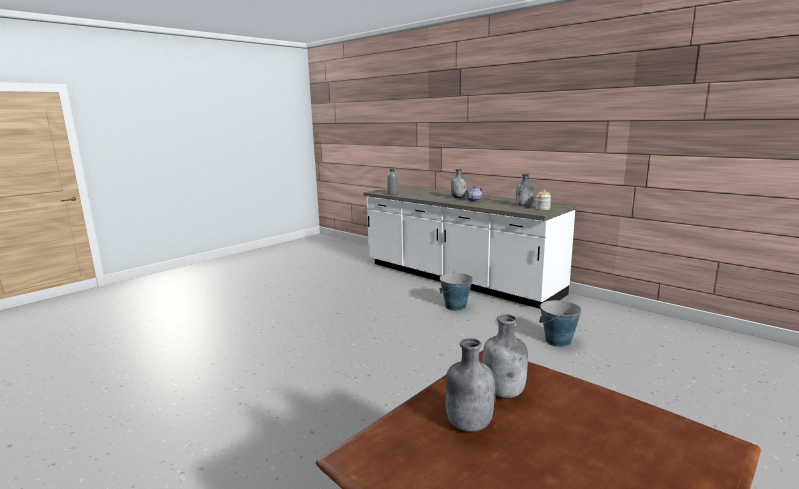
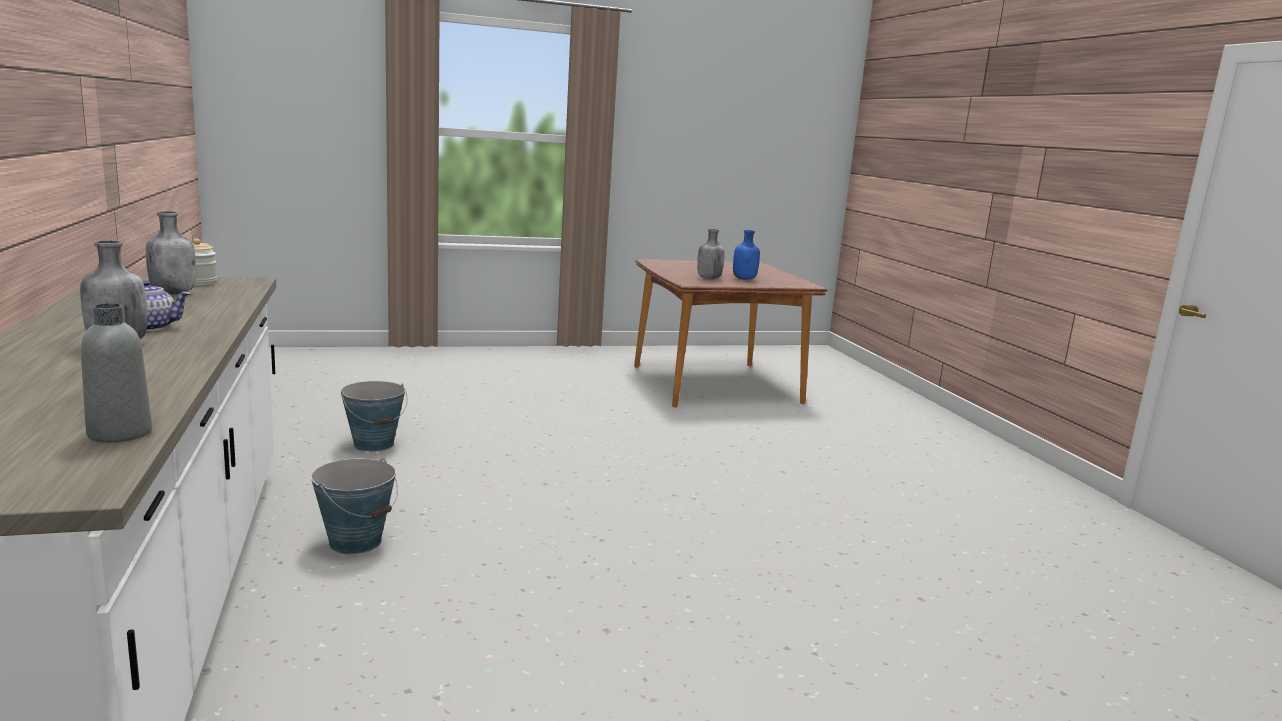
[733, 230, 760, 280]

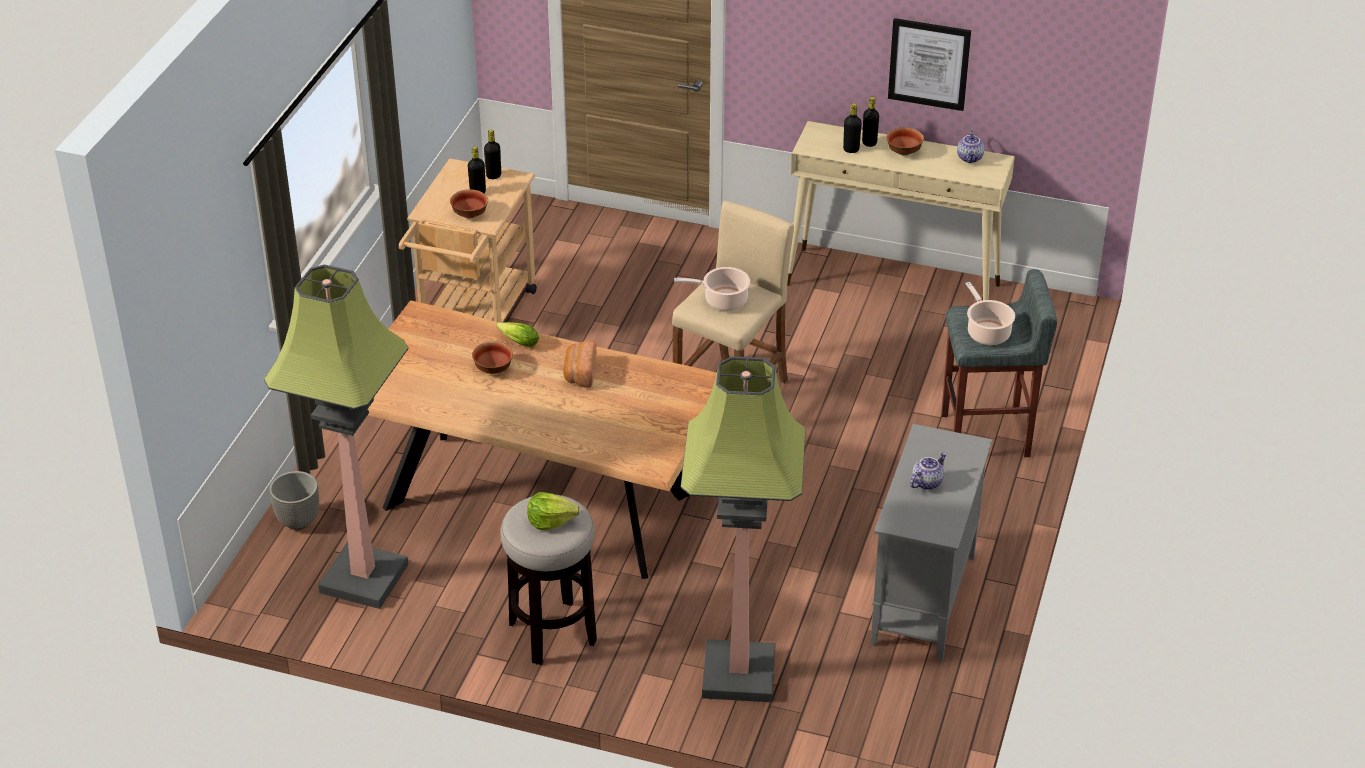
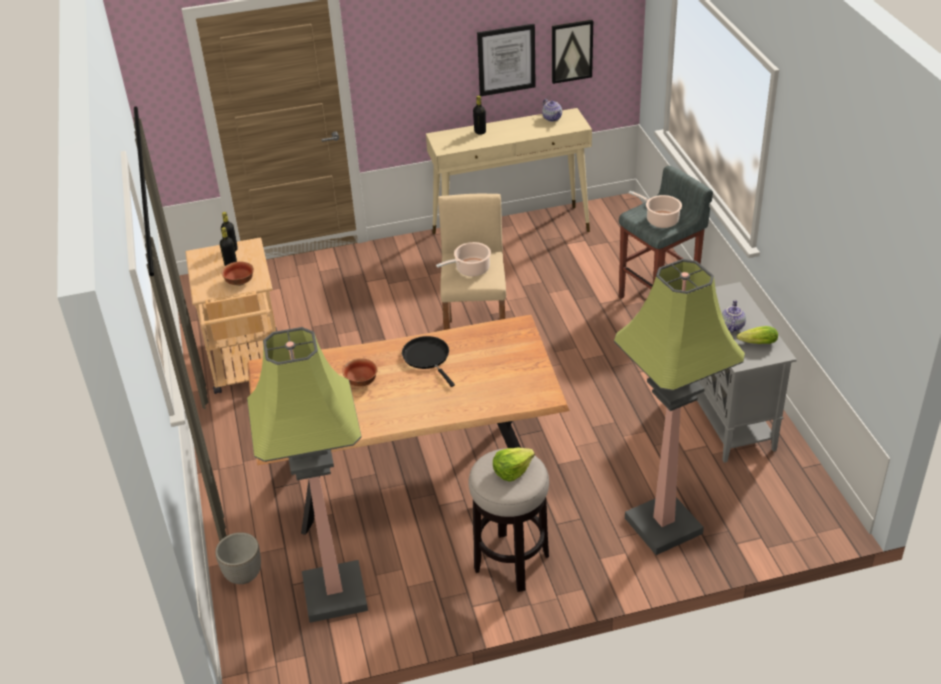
[843, 103, 862, 153] (first image)
[886, 127, 924, 156] (first image)
[737, 326, 778, 344]
[402, 336, 455, 387]
[552, 20, 593, 84]

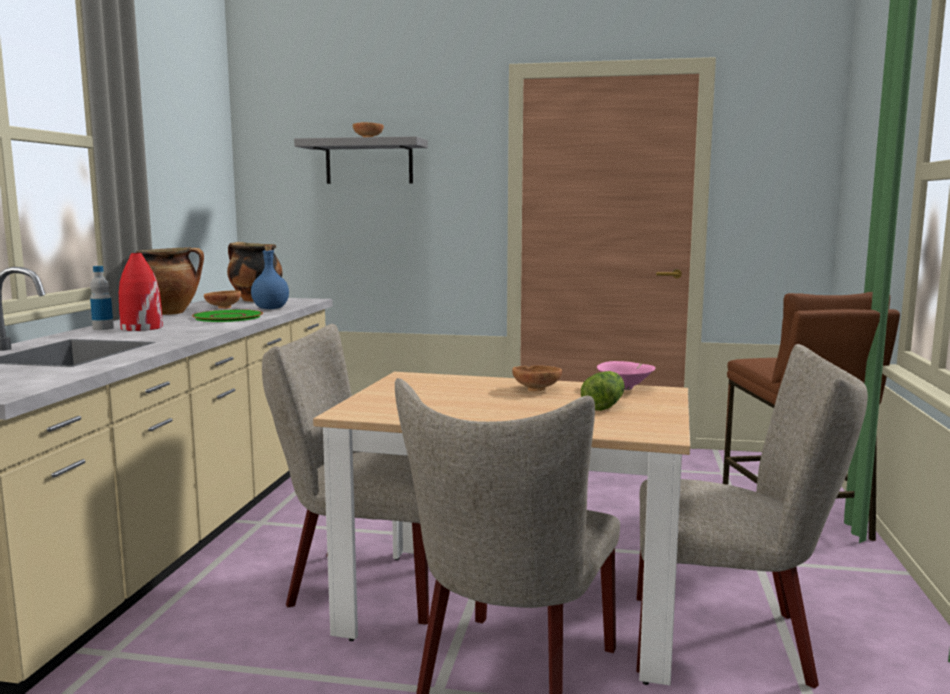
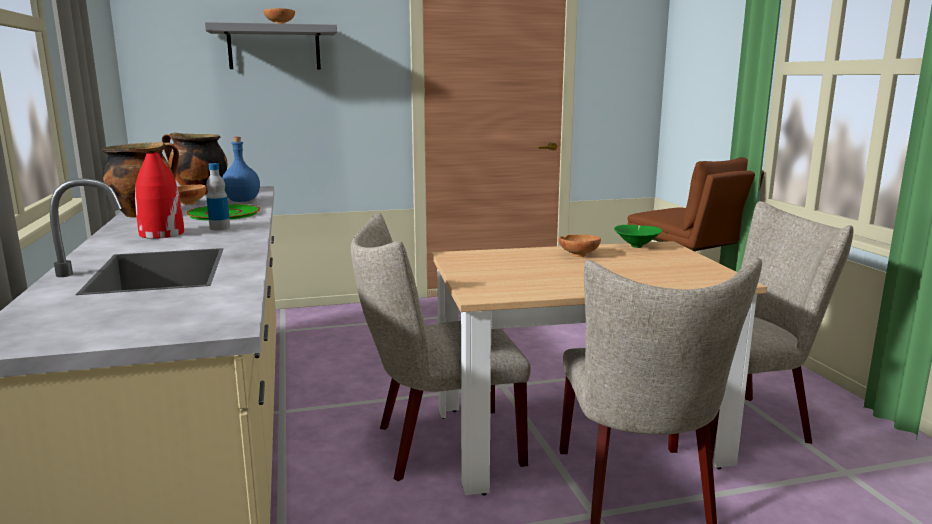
[206, 163, 230, 230]
[614, 225, 662, 248]
[581, 371, 625, 411] (first image)

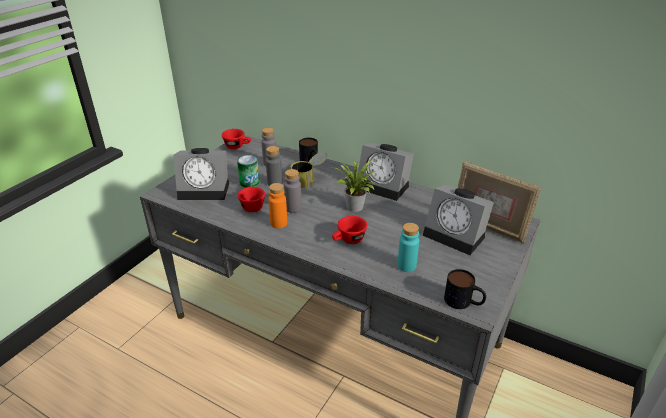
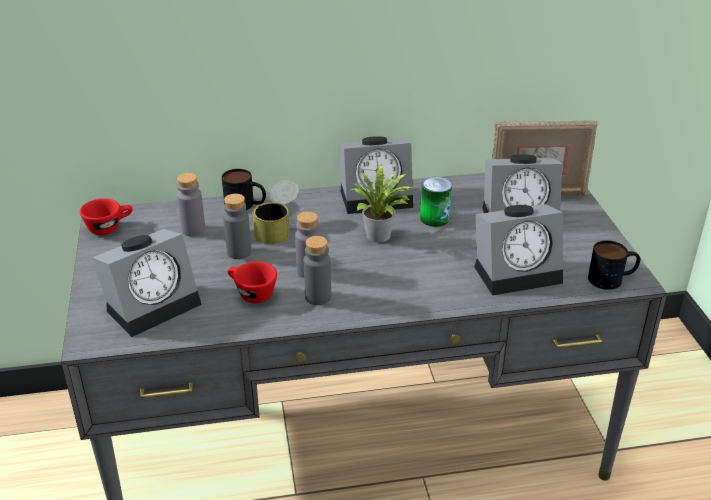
[420, 177, 452, 227]
[304, 236, 331, 305]
[332, 216, 367, 244] (first image)
[474, 204, 563, 295]

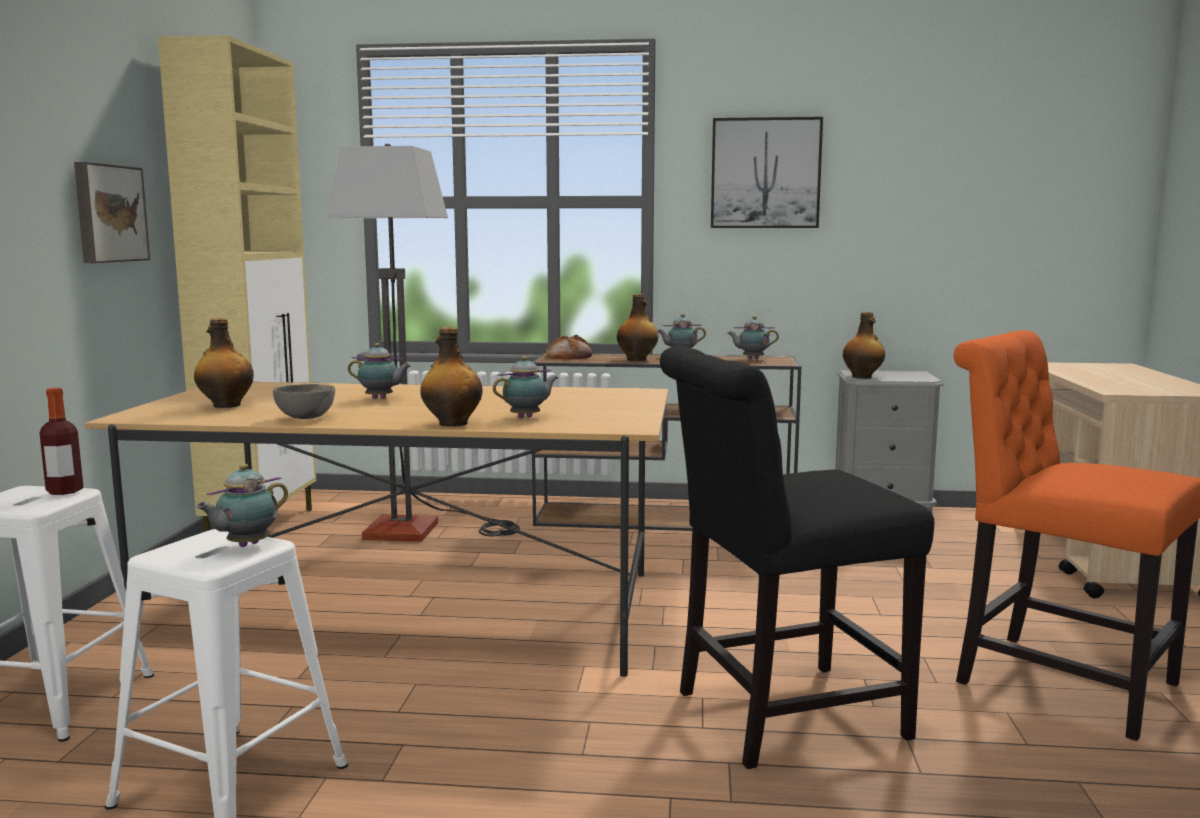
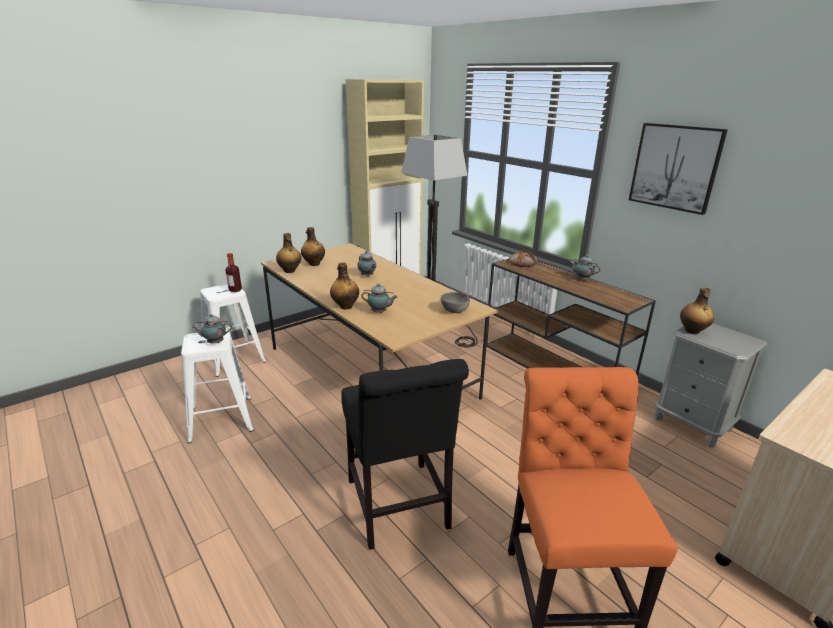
[74, 162, 150, 263] (first image)
[276, 233, 301, 273]
[727, 316, 779, 359] (first image)
[341, 359, 469, 550]
[441, 292, 470, 313]

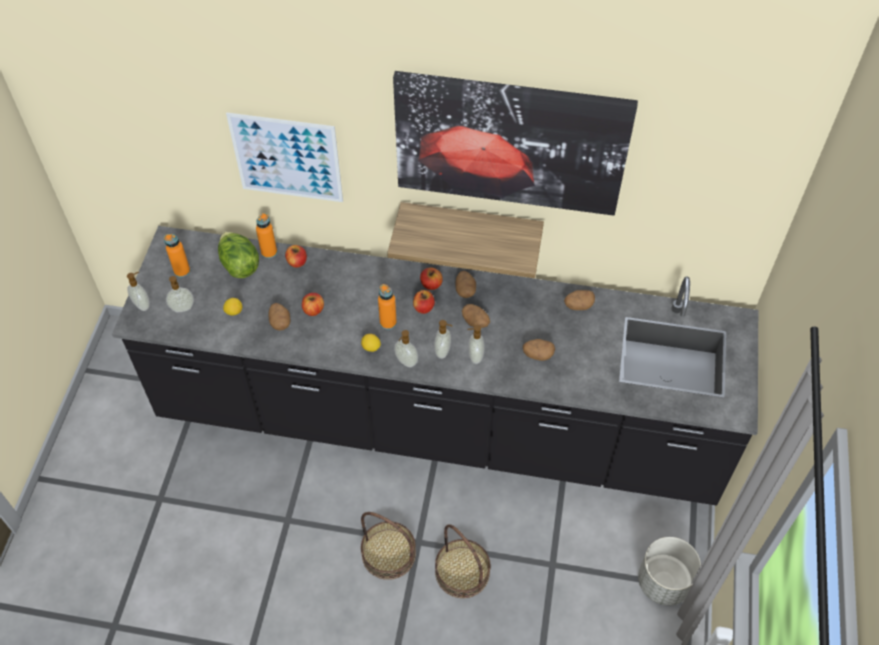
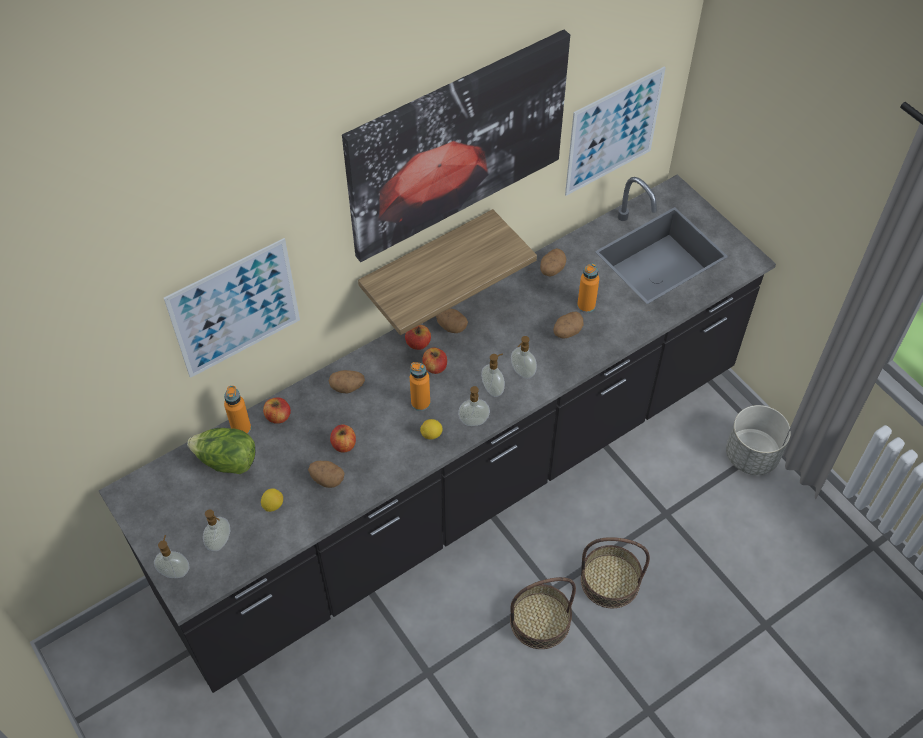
[577, 263, 599, 313]
[329, 370, 365, 393]
[565, 66, 666, 196]

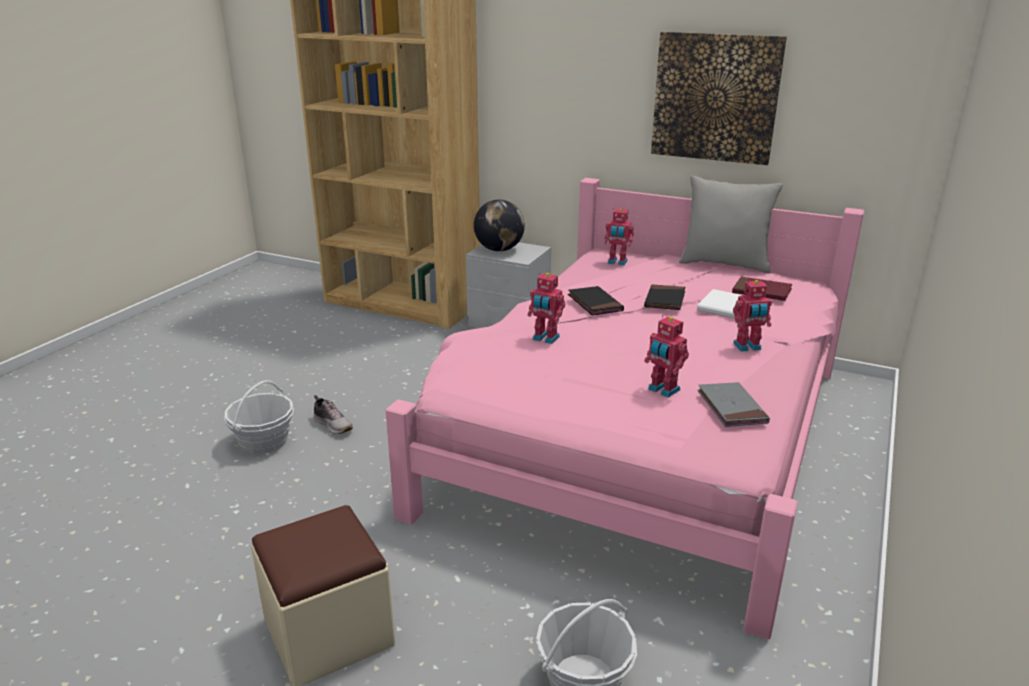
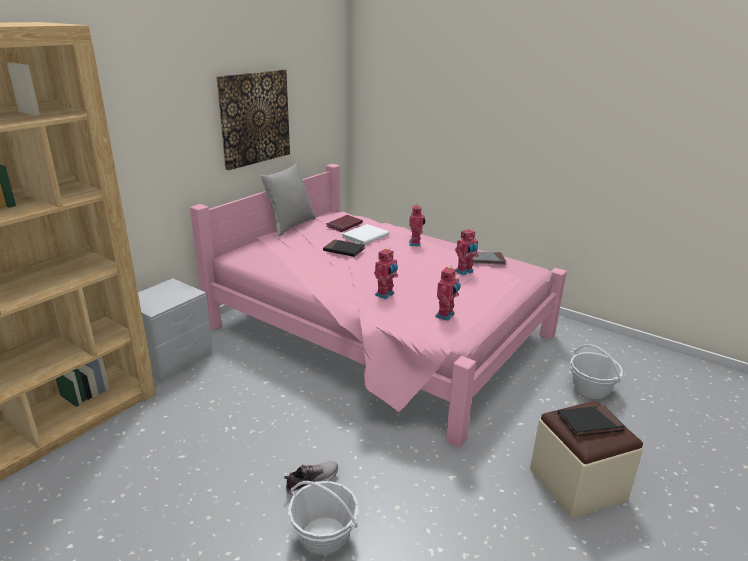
[474, 200, 525, 251] (first image)
[435, 266, 461, 321]
[558, 405, 625, 436]

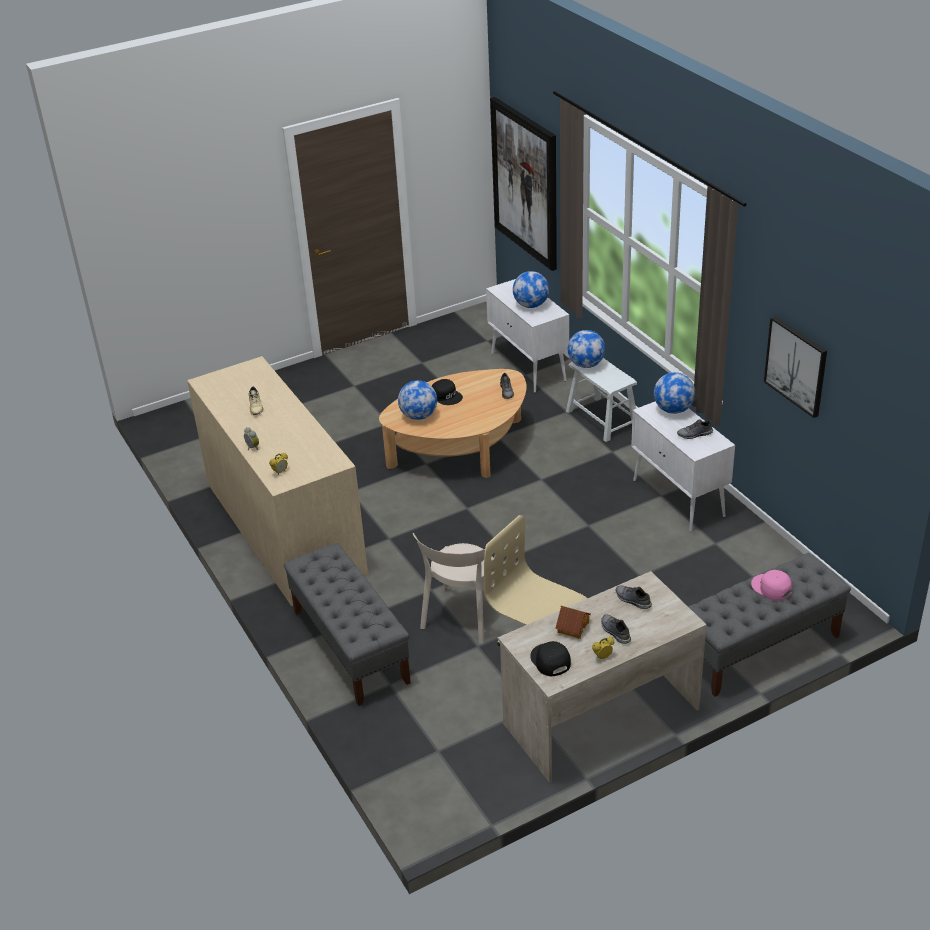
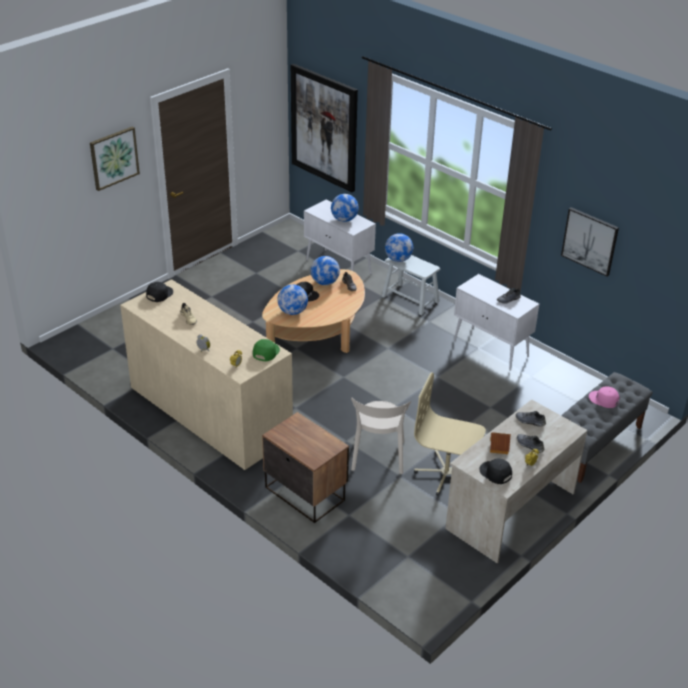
[311, 256, 340, 285]
[262, 412, 349, 523]
[90, 127, 140, 191]
[146, 282, 173, 302]
[253, 339, 280, 361]

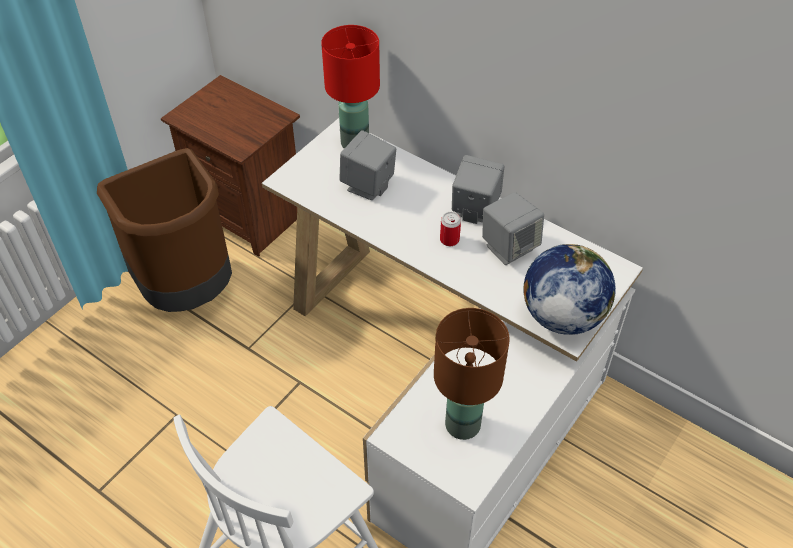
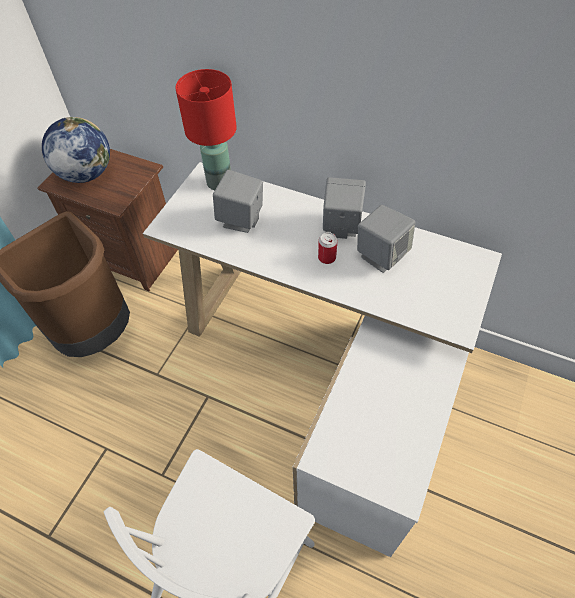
[42, 117, 110, 183]
[434, 308, 510, 440] (first image)

